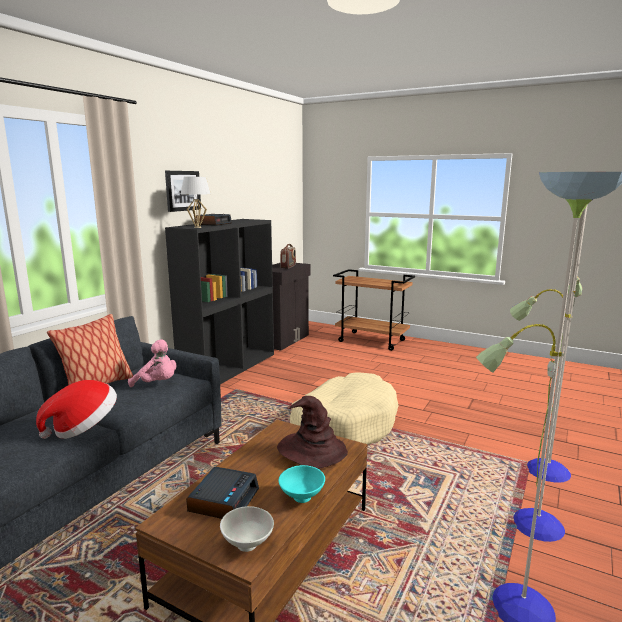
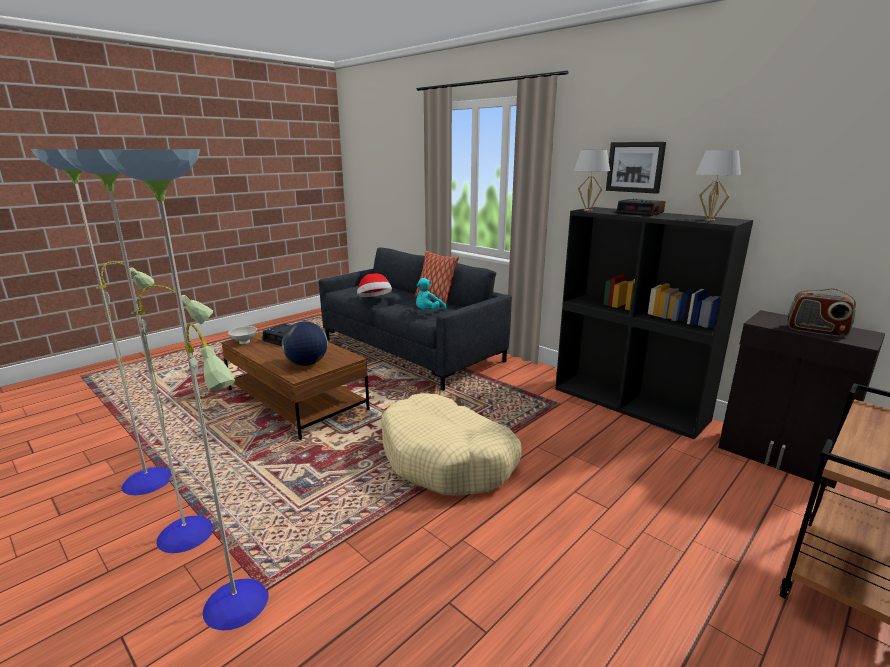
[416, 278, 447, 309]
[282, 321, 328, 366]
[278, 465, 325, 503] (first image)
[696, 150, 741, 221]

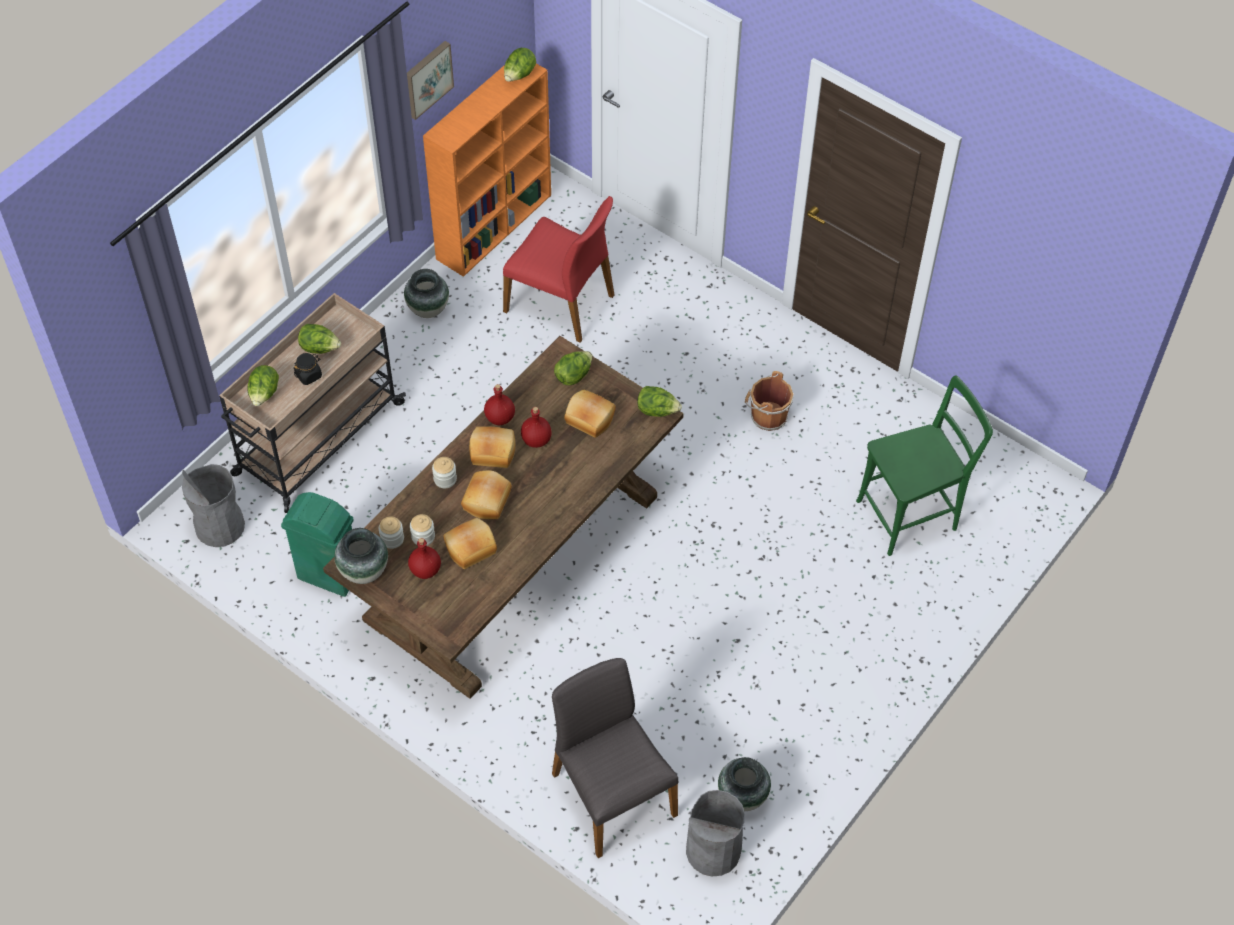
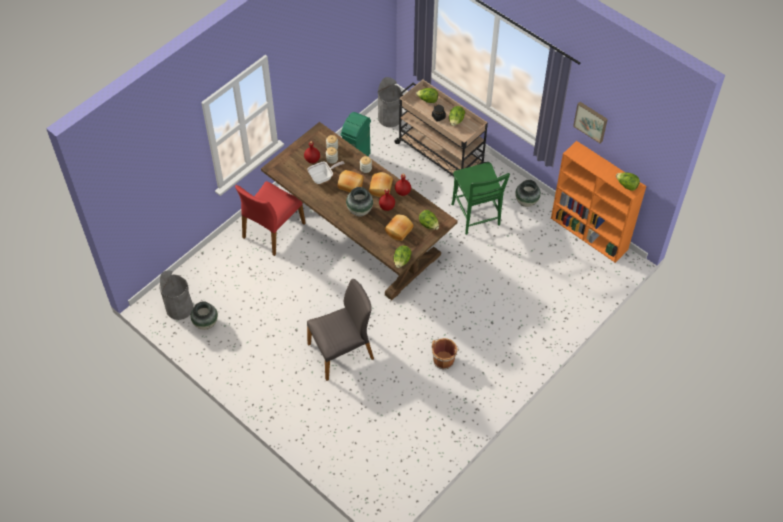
[235, 181, 306, 256]
[451, 162, 510, 235]
[307, 161, 344, 184]
[346, 187, 373, 216]
[307, 279, 374, 381]

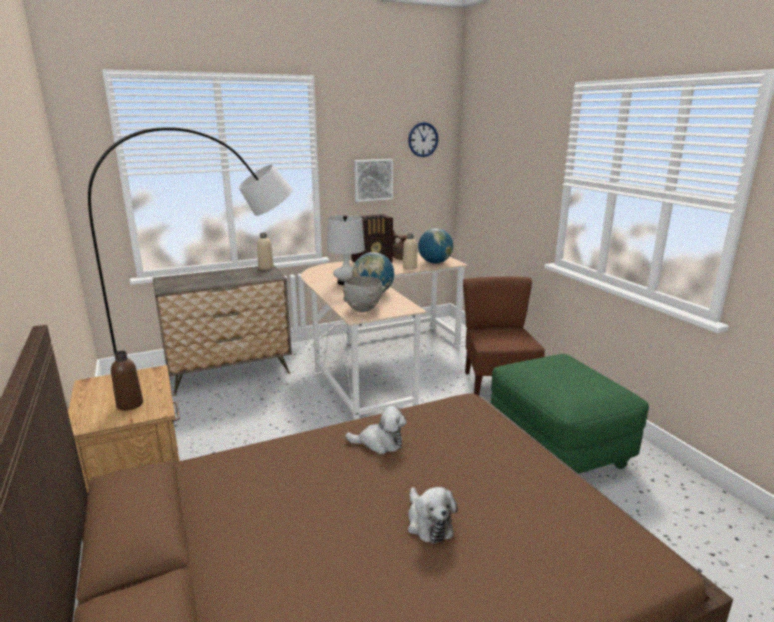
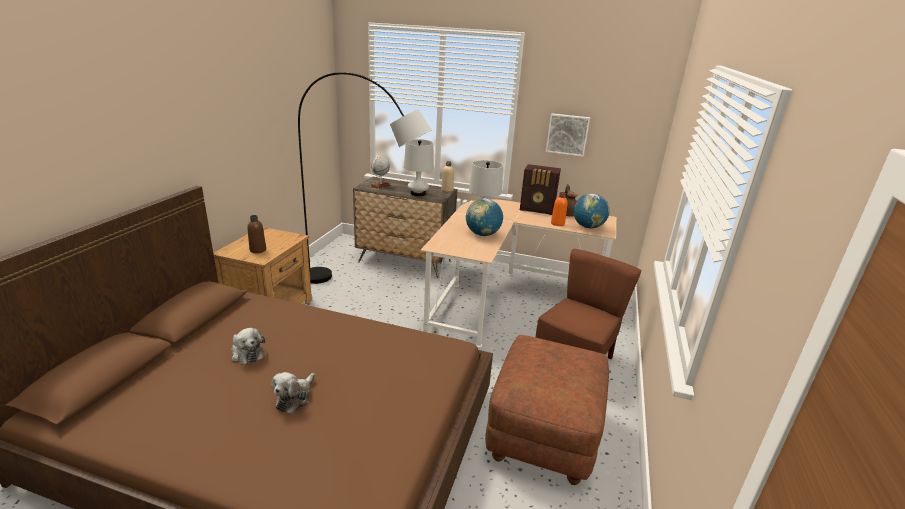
[408, 122, 438, 157] (first image)
[551, 192, 568, 226]
[342, 276, 385, 312] (first image)
[485, 335, 609, 485]
[231, 328, 265, 364]
[404, 139, 434, 196]
[371, 157, 391, 189]

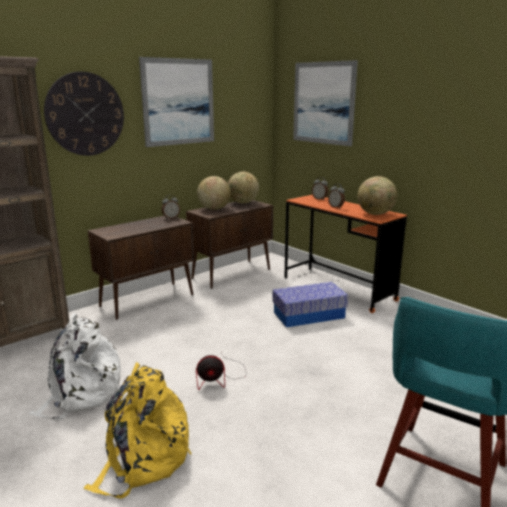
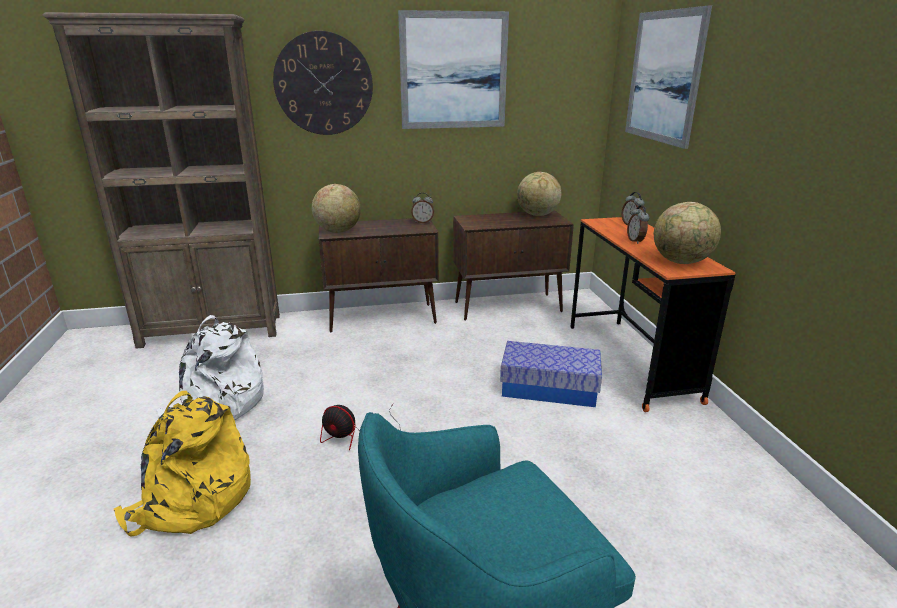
[312, 184, 361, 233]

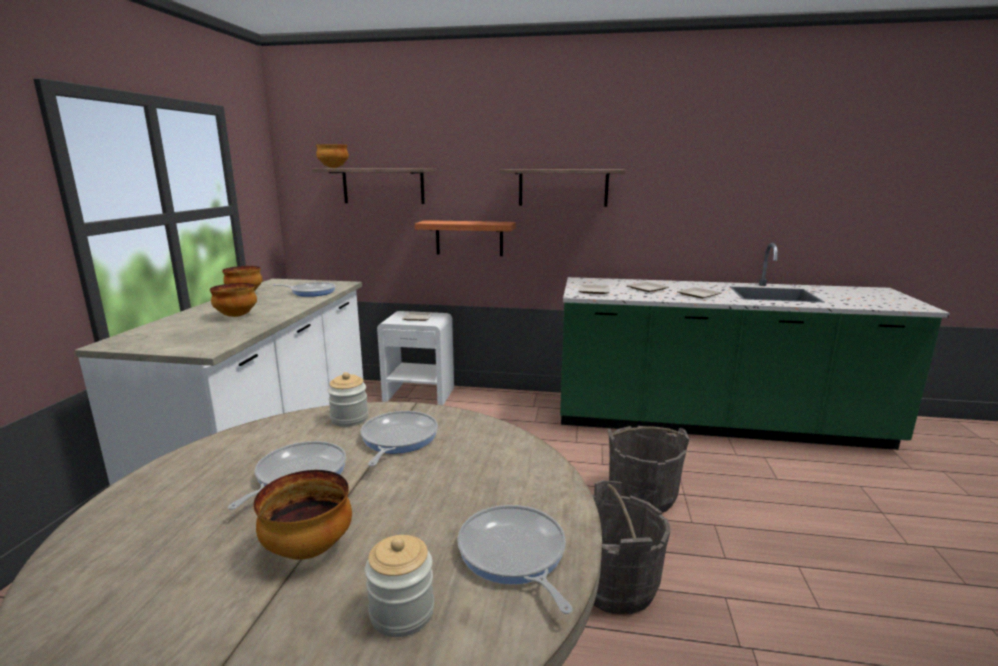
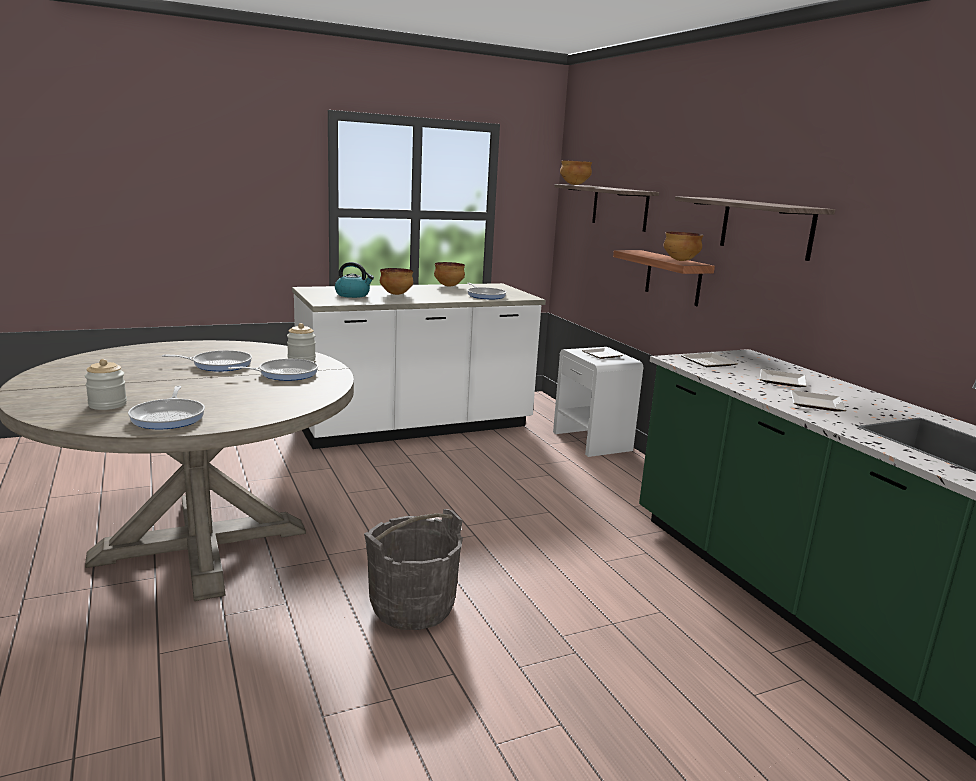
[607, 426, 689, 513] (first image)
[664, 232, 703, 261]
[128, 386, 205, 429]
[335, 262, 374, 298]

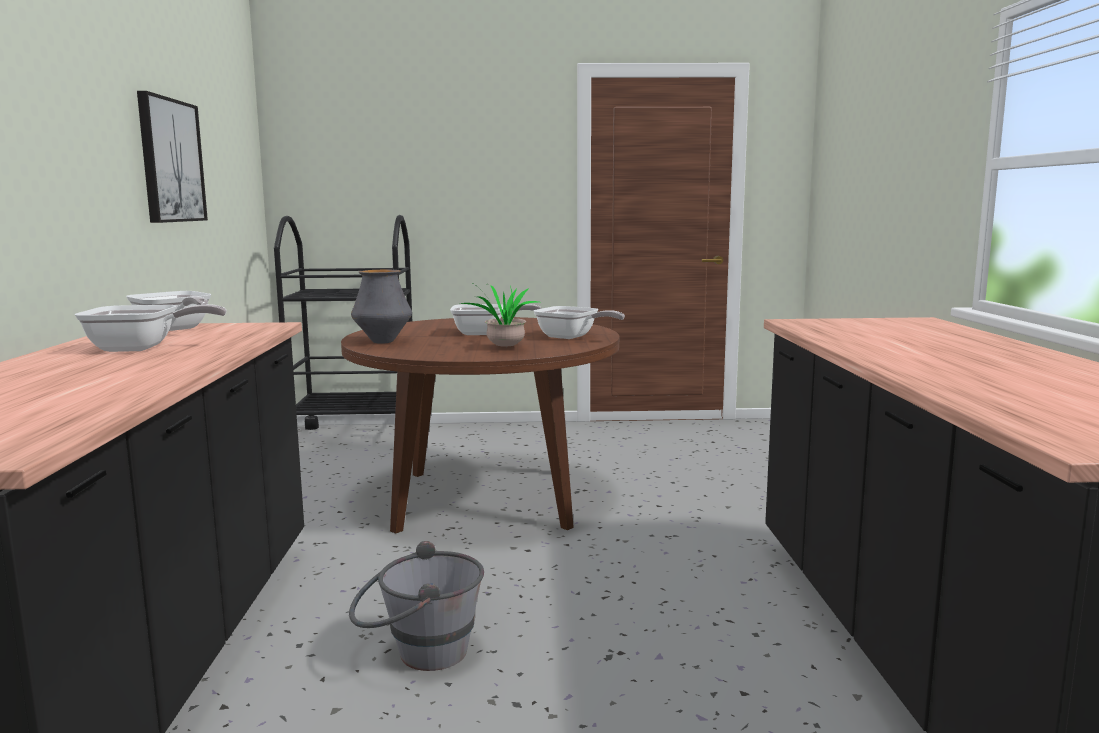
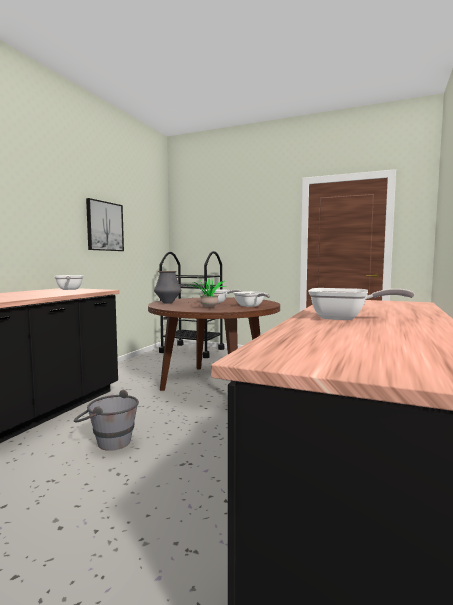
[308, 288, 414, 320]

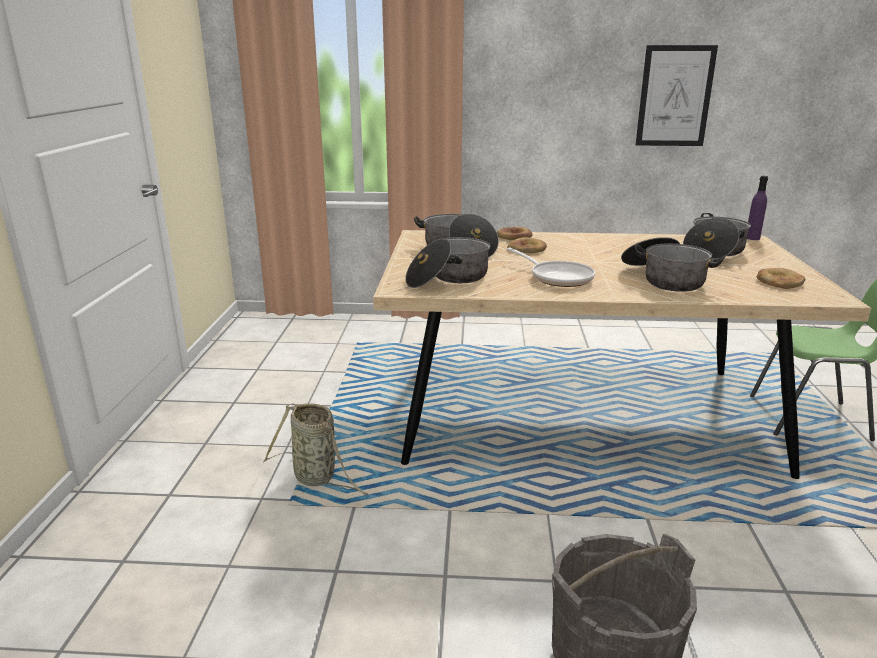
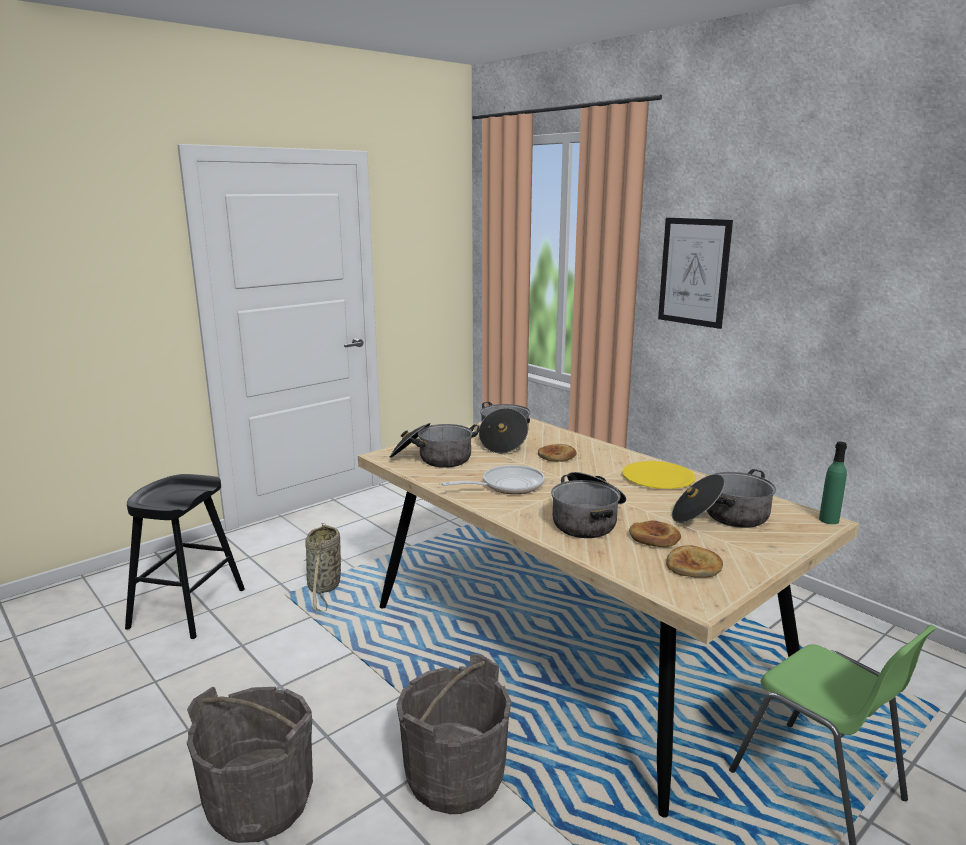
[658, 218, 733, 329]
[819, 442, 847, 524]
[629, 520, 681, 547]
[441, 465, 545, 494]
[622, 461, 696, 489]
[125, 474, 245, 639]
[397, 654, 511, 814]

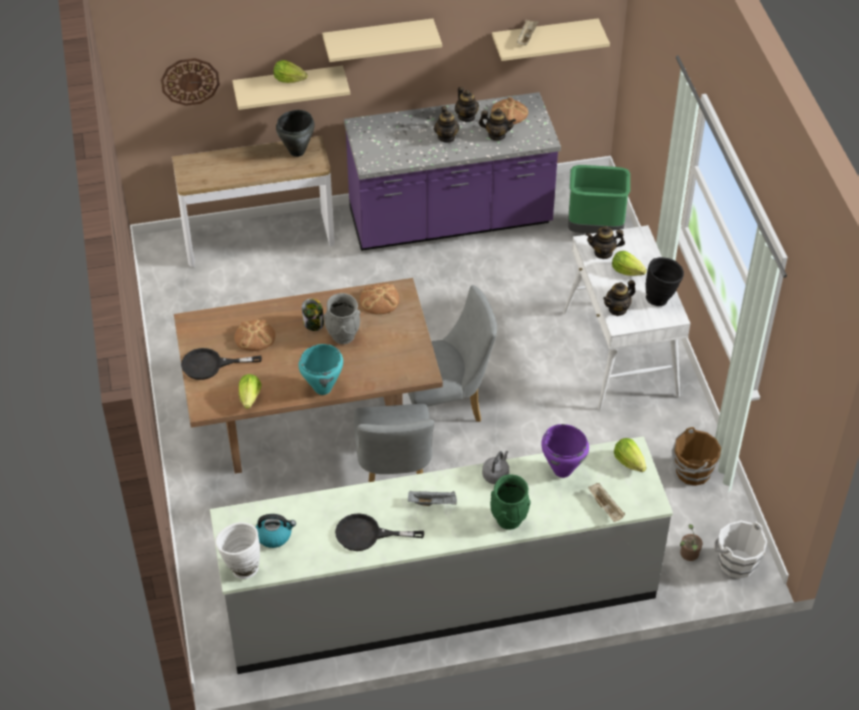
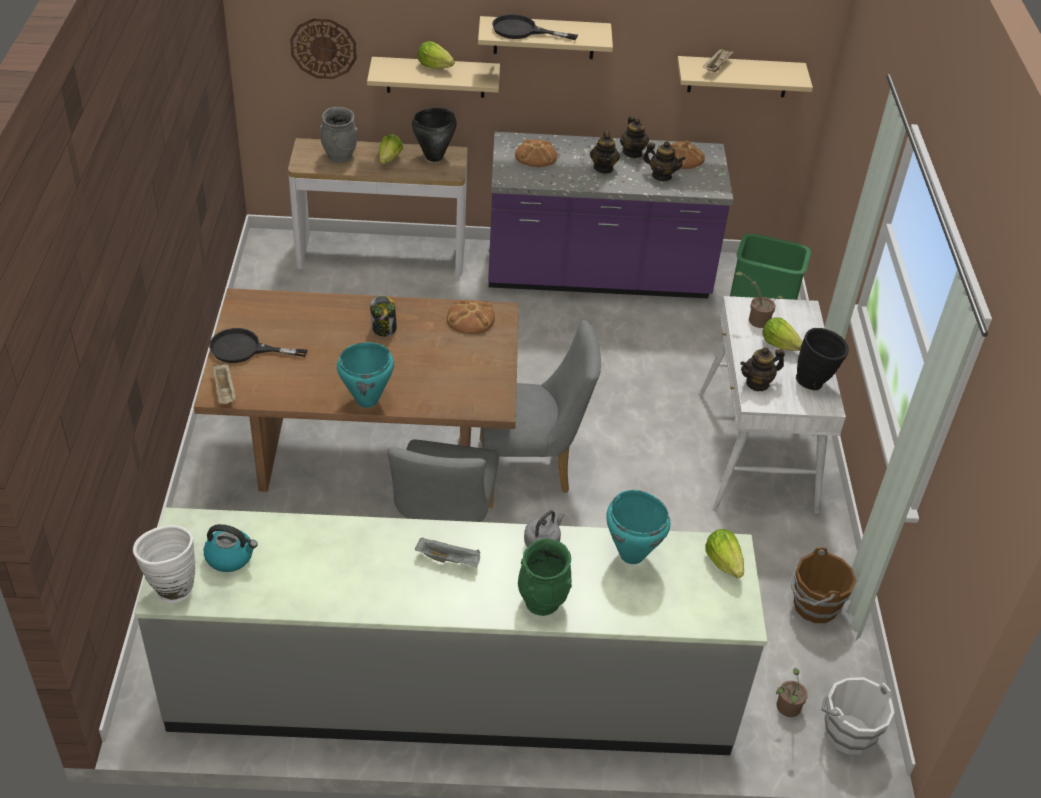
[734, 272, 784, 328]
[320, 107, 358, 163]
[515, 139, 558, 167]
[379, 134, 403, 164]
[606, 490, 670, 564]
[213, 363, 236, 404]
[492, 14, 578, 40]

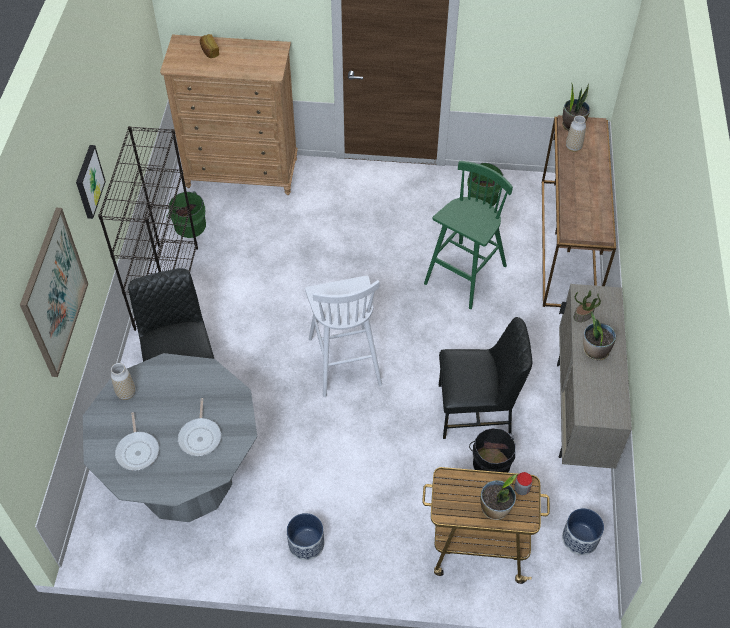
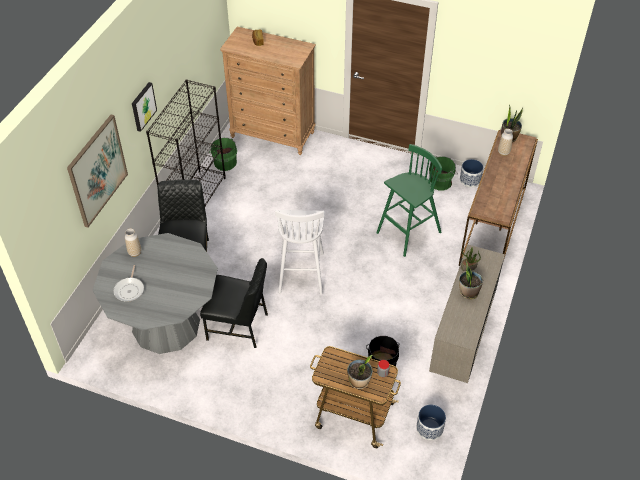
[200, 258, 268, 348]
[178, 398, 221, 456] (first image)
[460, 159, 484, 187]

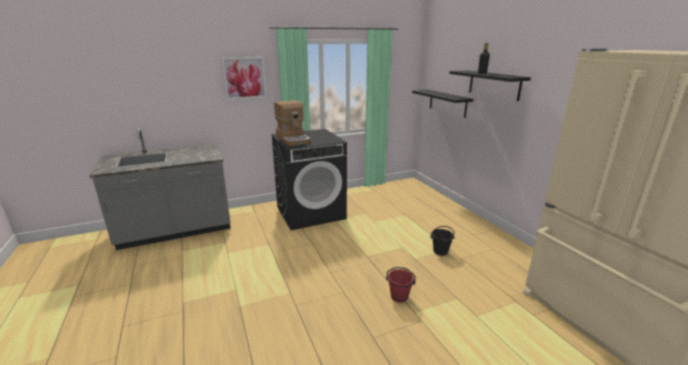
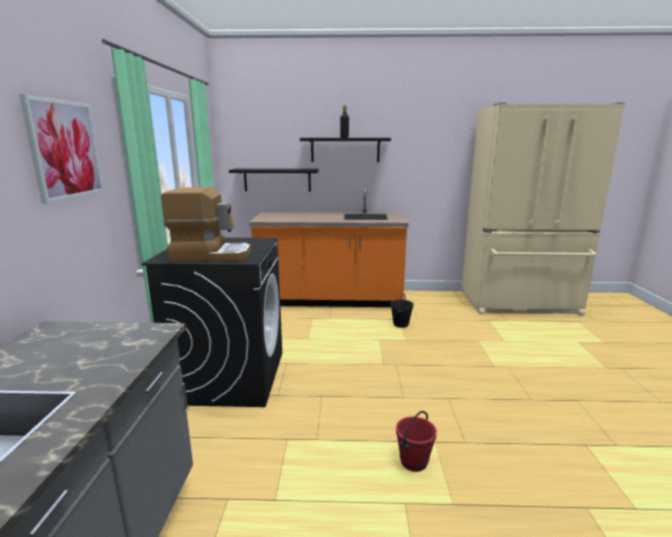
[396, 411, 437, 472]
[249, 186, 409, 307]

